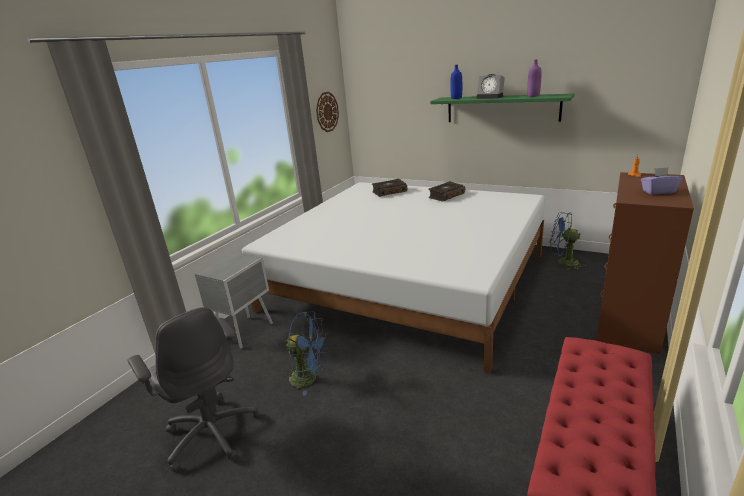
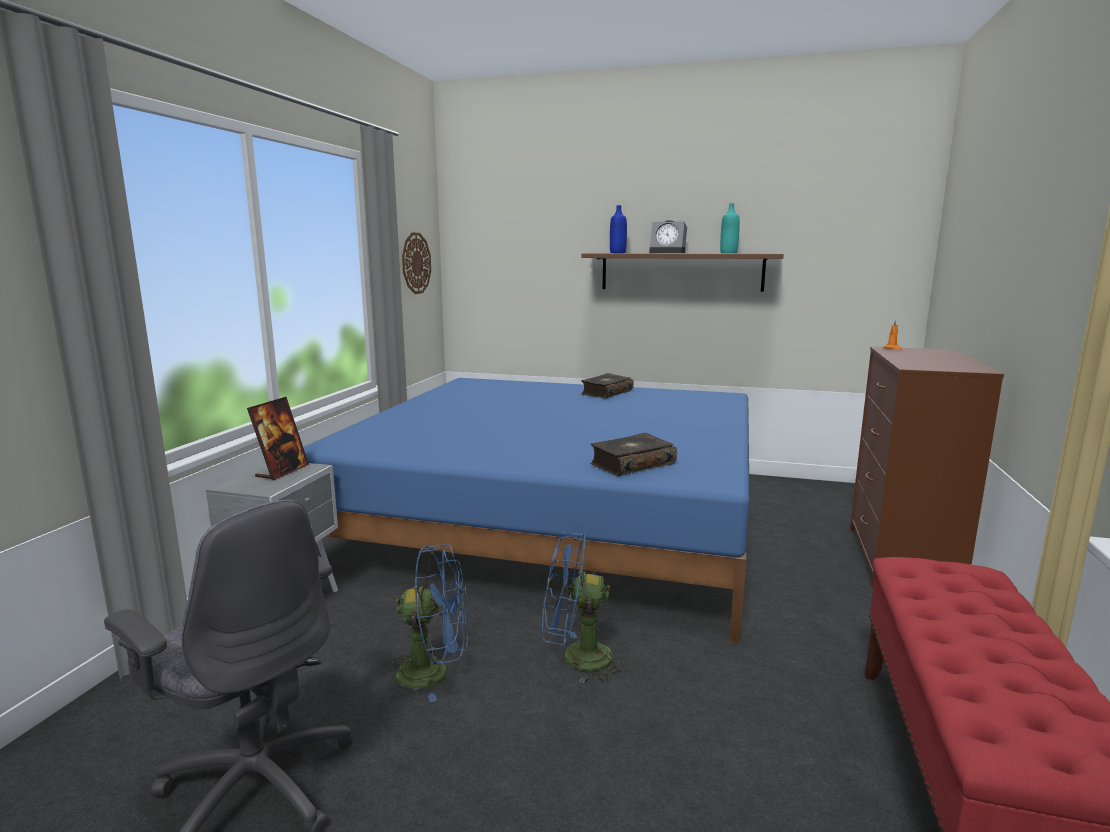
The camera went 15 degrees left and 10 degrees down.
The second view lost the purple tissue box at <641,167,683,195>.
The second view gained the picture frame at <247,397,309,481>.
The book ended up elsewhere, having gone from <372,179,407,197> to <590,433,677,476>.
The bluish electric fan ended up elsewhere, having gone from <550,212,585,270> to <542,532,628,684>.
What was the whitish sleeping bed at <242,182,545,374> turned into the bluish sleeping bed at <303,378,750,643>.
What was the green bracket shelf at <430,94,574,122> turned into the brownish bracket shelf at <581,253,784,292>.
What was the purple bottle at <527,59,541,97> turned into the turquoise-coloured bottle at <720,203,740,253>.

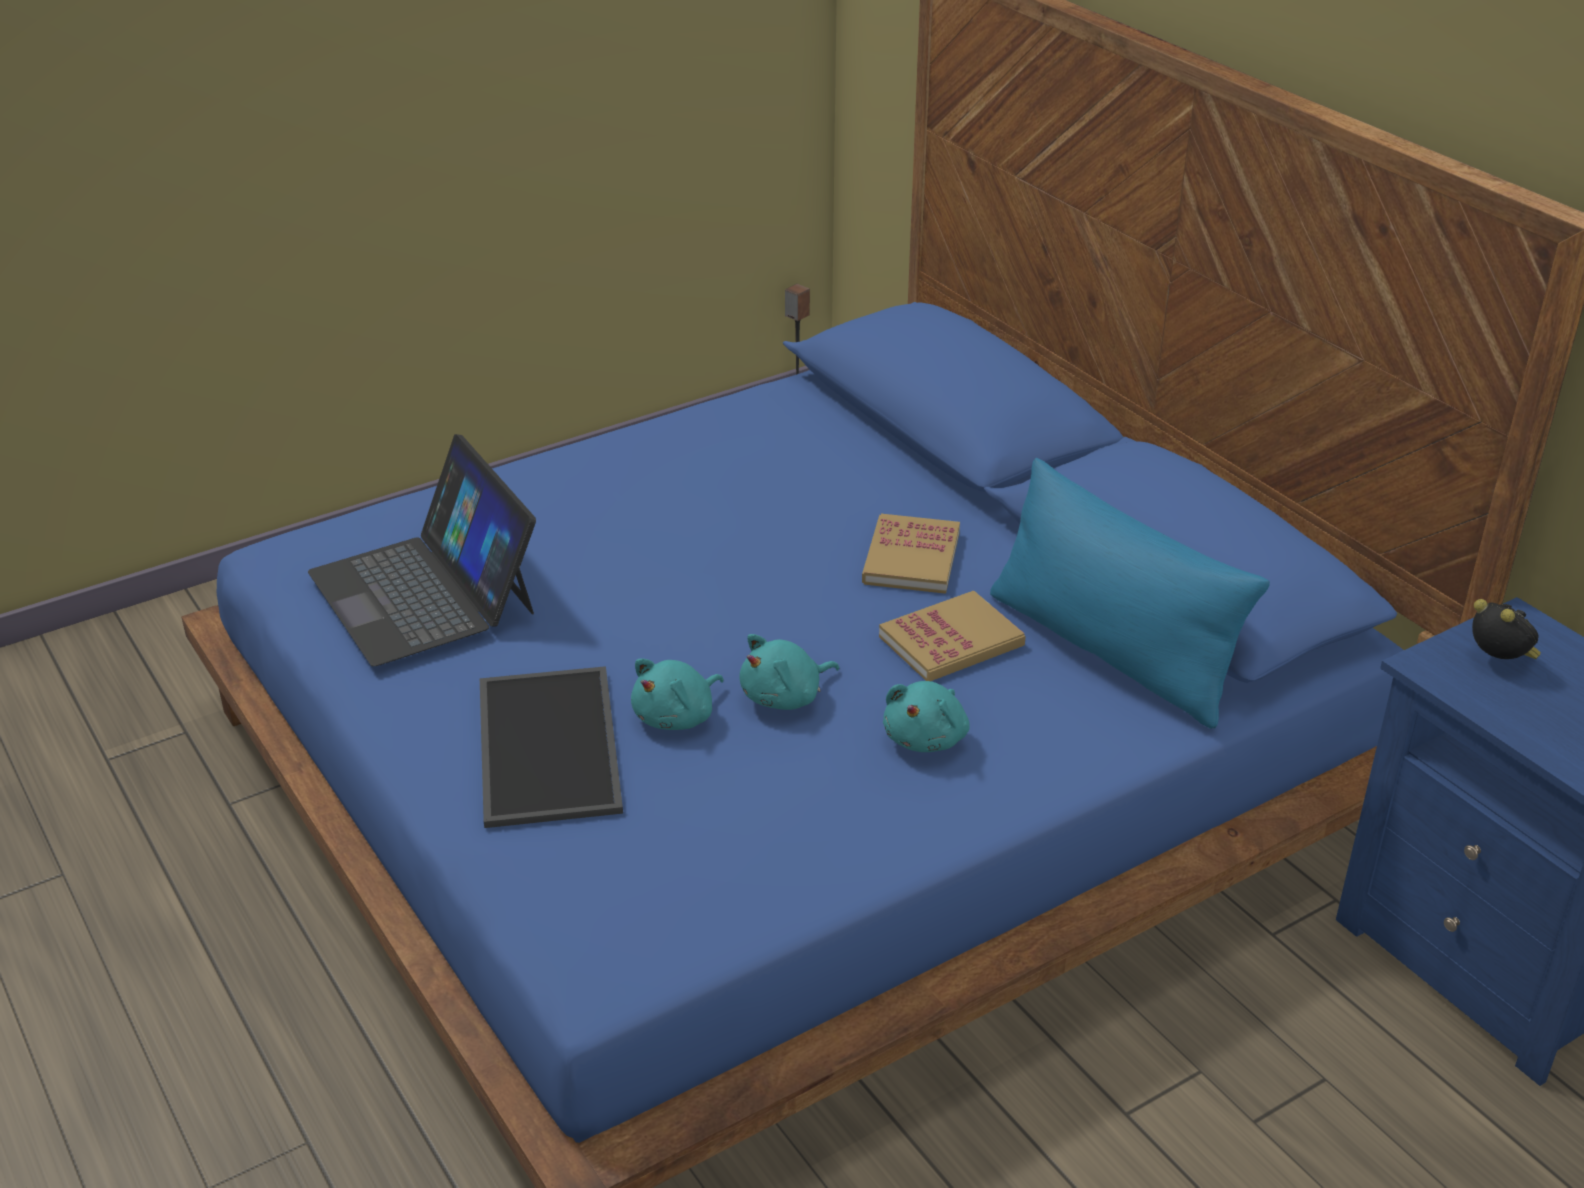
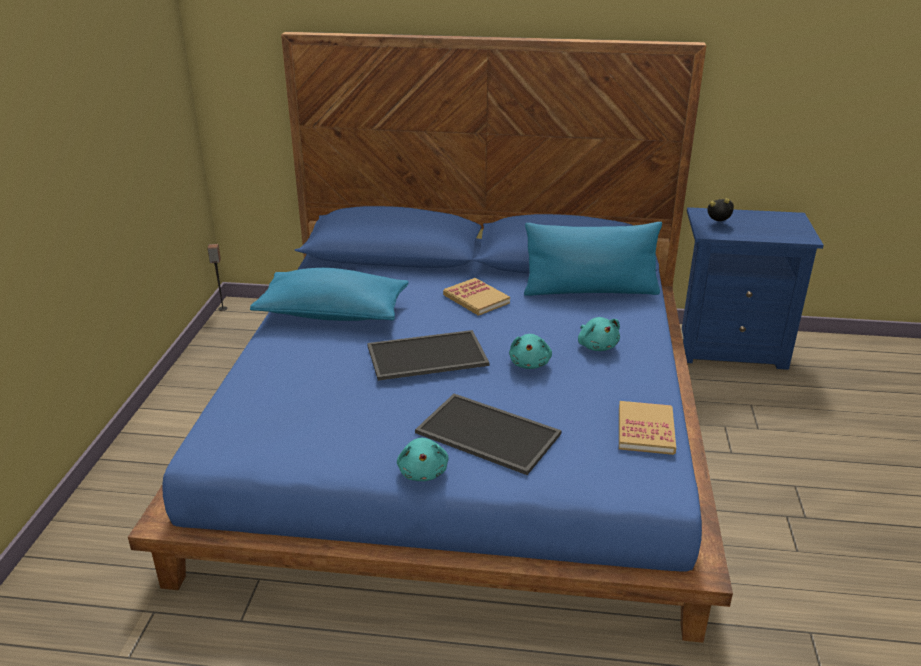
The camera went 50 degrees left and 5 degrees down.
The second view lost the notebook computer at <308,434,536,666>.
The second view gained the bluish throw pillow at <250,268,409,321>.
The second view gained the tray at <367,330,490,381>.
The turquoise-coloured plush toy ended up elsewhere, having gone from <631,658,724,730> to <397,438,449,481>.
The book ended up elsewhere, having gone from <879,591,1026,681> to <619,401,676,455>.

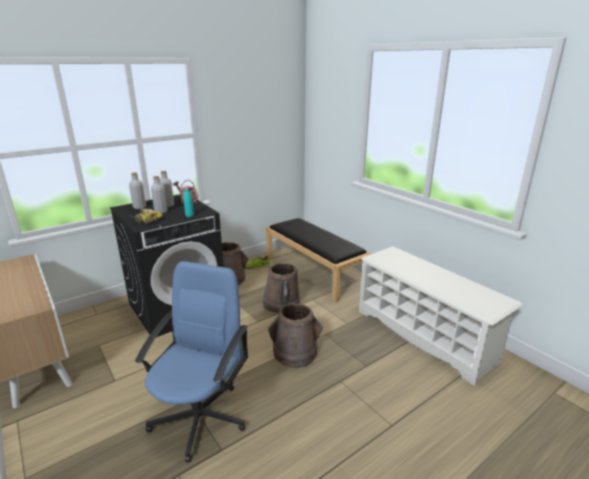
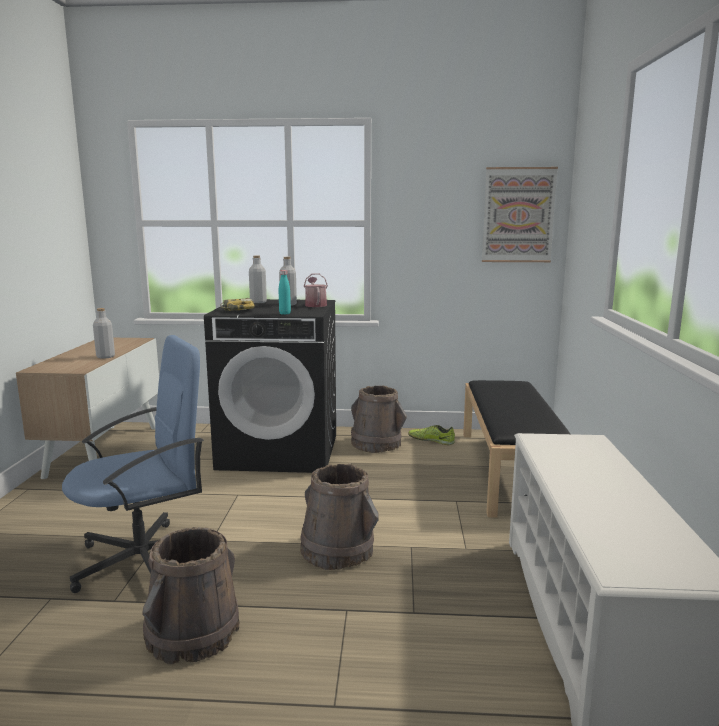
The camera went 40 degrees right and 10 degrees down.
The second view gained the wall picture at <482,167,558,262>.
The greyish bottle ended up elsewhere, having gone from <151,176,168,214> to <93,308,115,359>.
The brownish water bucket ended up elsewhere, having gone from <262,263,300,313> to <142,527,240,664>.

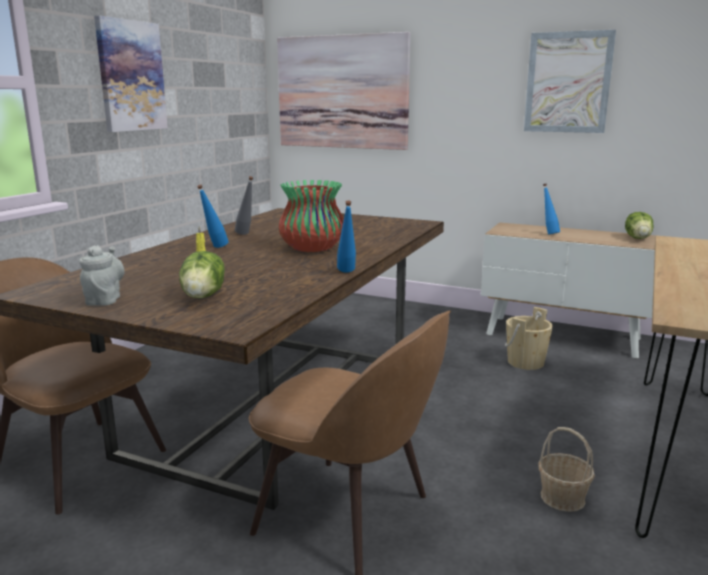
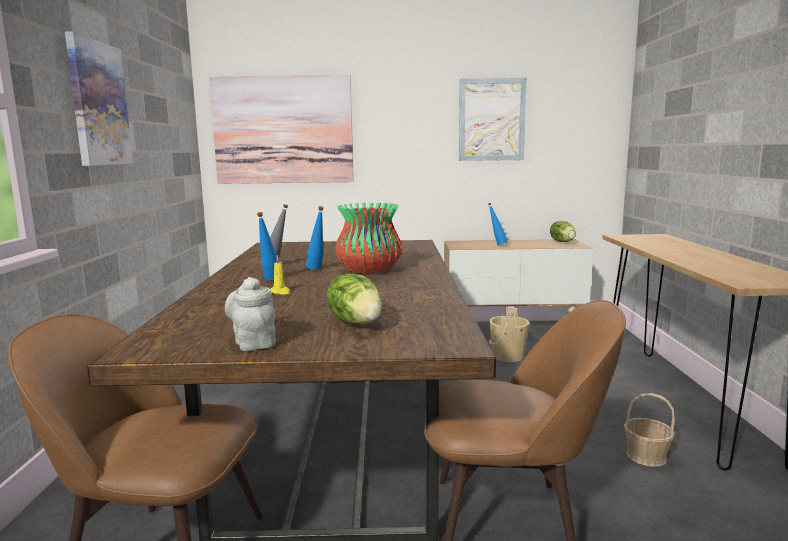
The camera went 25 degrees left and 5 degrees down.
The bluish bottle ended up elsewhere, having gone from <337,200,356,272> to <306,206,323,270>.

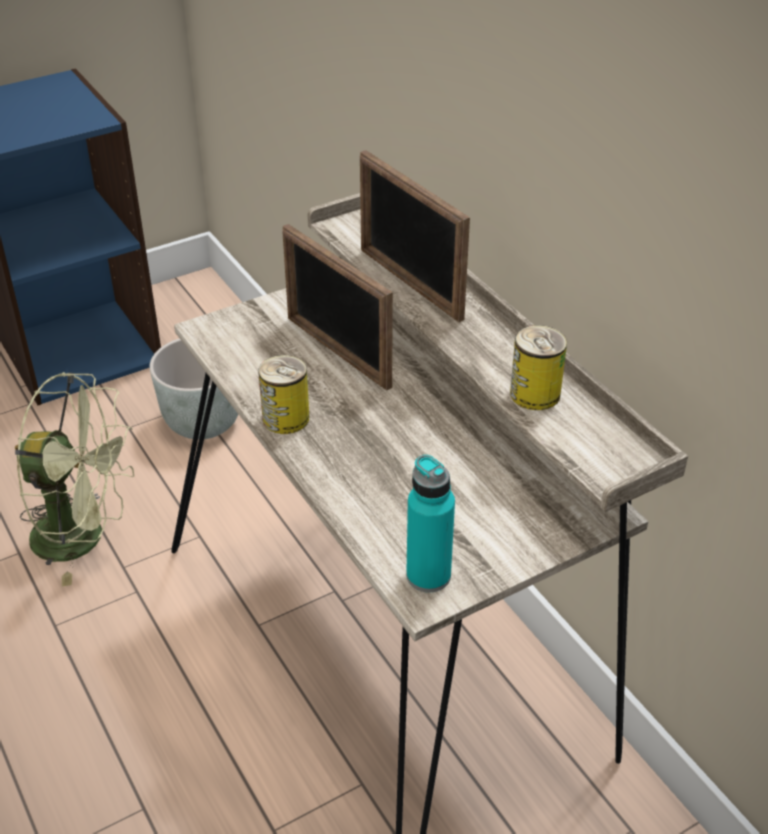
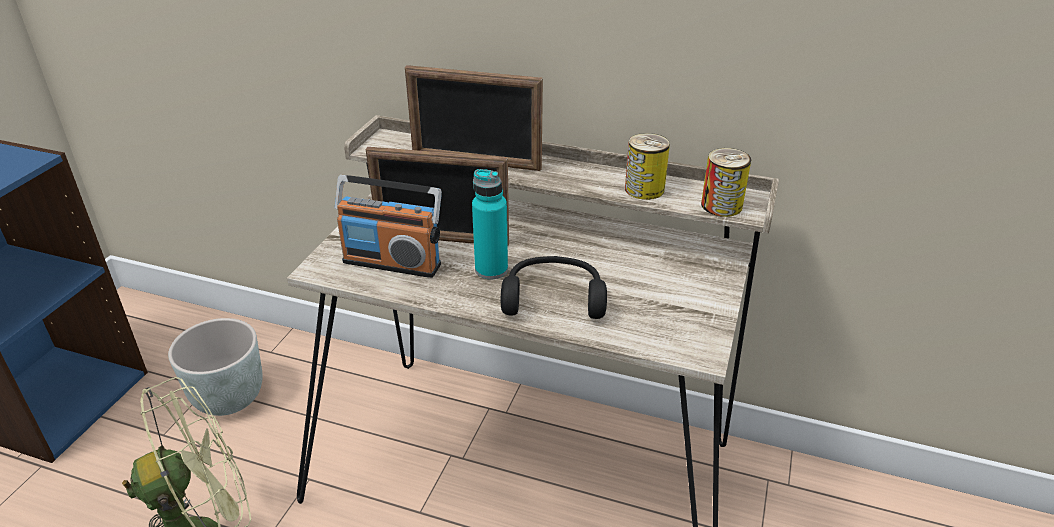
The camera went 40 degrees left and 5 degrees down.
The second view gained the radio set at <334,175,442,278>.
The second view gained the black pair of headphones at <501,256,607,319>.
The metal can ended up elsewhere, having gone from <258,355,309,434> to <701,148,751,217>.
The turquoise-coloured bottle ended up elsewhere, having gone from <406,455,455,592> to <472,169,508,279>.

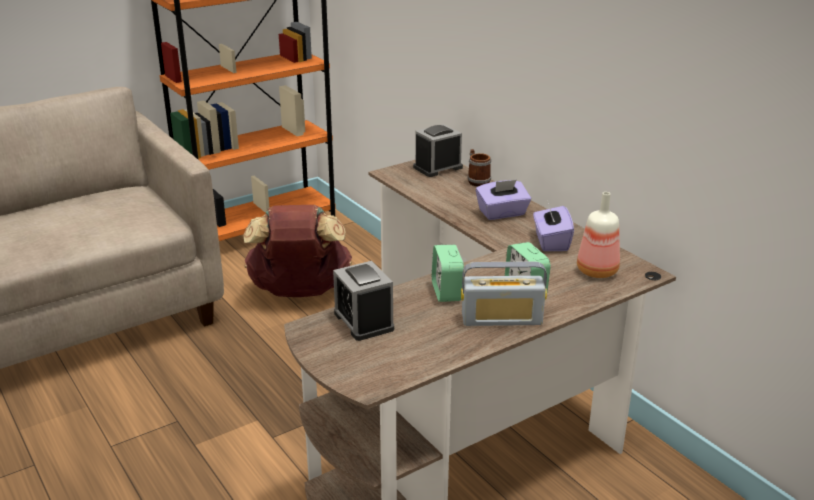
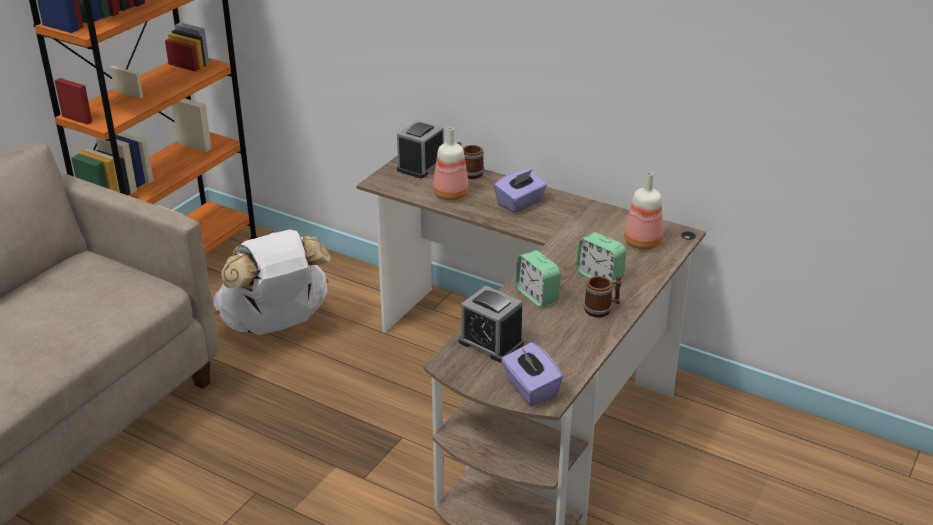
The camera went 25 degrees left and 5 degrees up.
The second view gained the bottle at <433,127,469,200>.
The purple tissue box ended up elsewhere, having gone from <533,202,574,251> to <501,342,563,406>.
Where the radio set stood at <461,261,547,326>, the mug came to stand at <583,275,622,317>.
What was the brownish knapsack at <244,205,352,297> turned into the whitish knapsack at <214,229,331,335>.

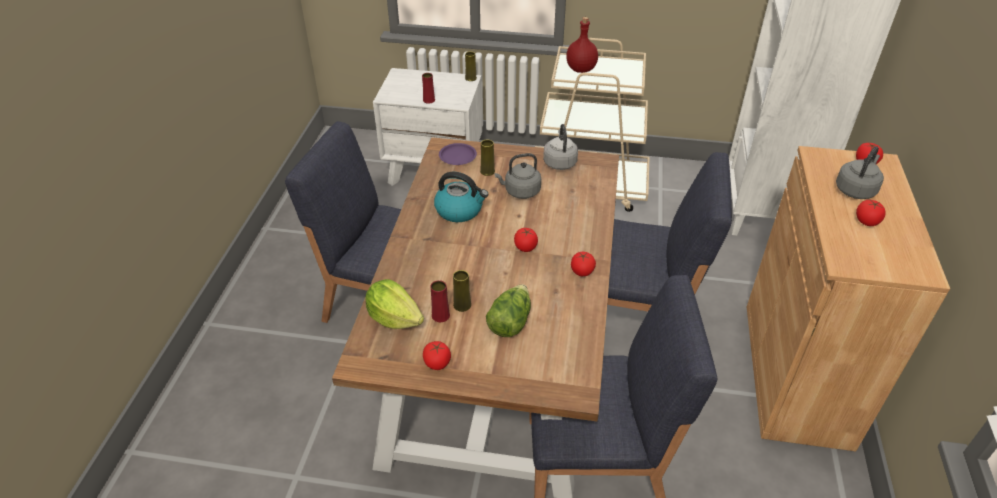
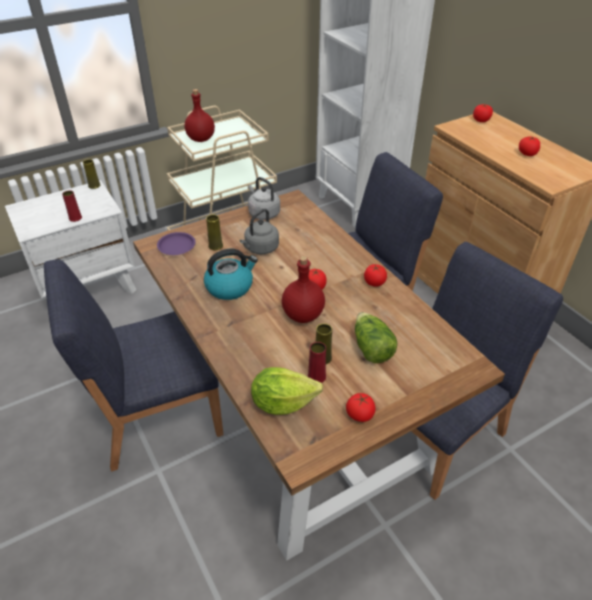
The camera went 40 degrees left and 0 degrees up.
The second view lost the greyish tea kettle at <836,146,884,199>.
The second view gained the red-coloured bottle at <282,256,325,323>.

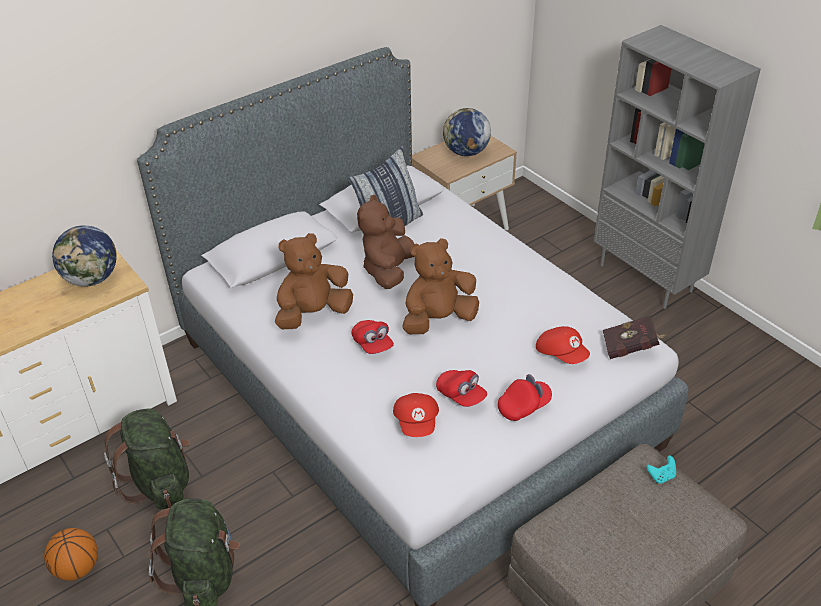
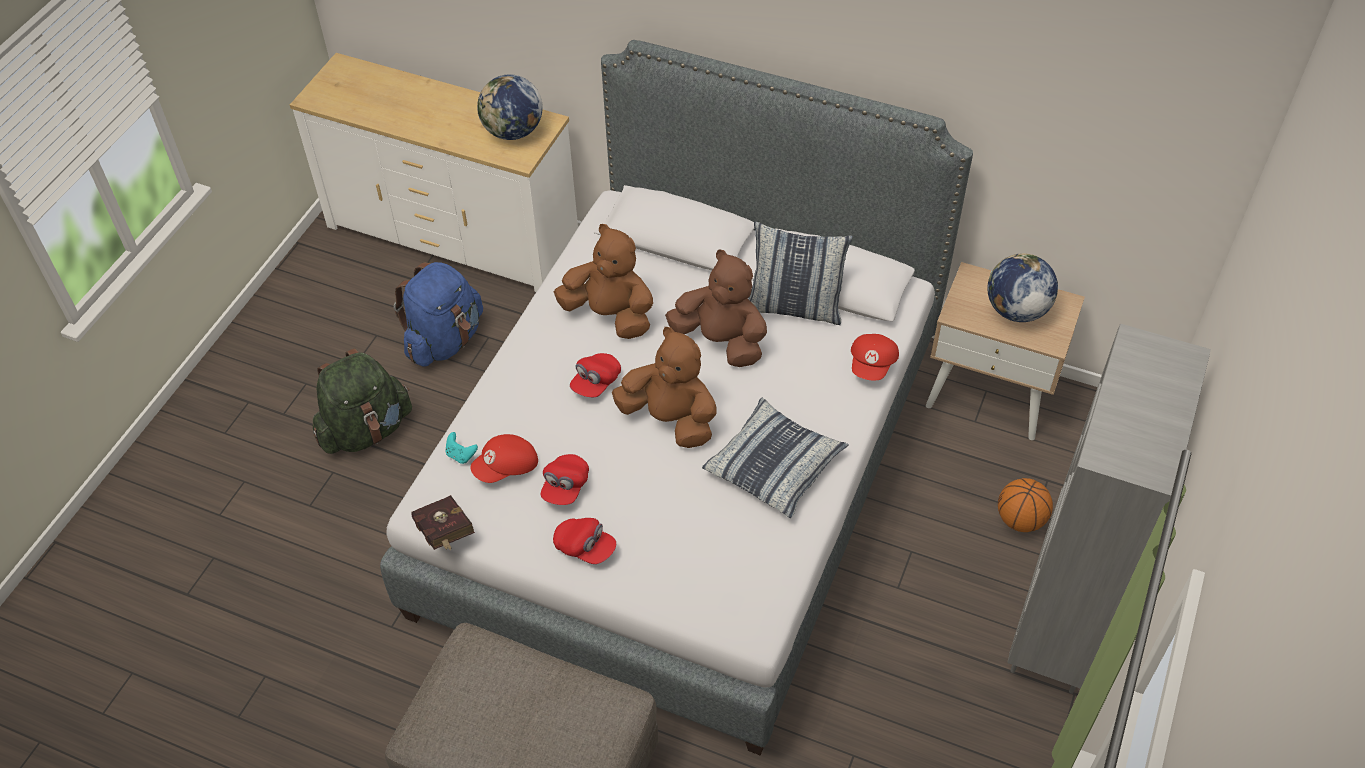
The camera went 60 degrees right and 10 degrees up.
The second view gained the throw pillow at <702,397,849,518>.
The basketball ended up elsewhere, having gone from <44,528,98,581> to <998,478,1053,532>.
The red-coloured peaked cap ended up elsewhere, having gone from <536,326,590,364> to <851,334,899,381>.
The red-coloured book ended up elsewhere, having gone from <603,315,666,359> to <411,495,475,550>.
The turquoise-coloured gamepad ended up elsewhere, having gone from <647,456,676,483> to <446,432,478,464>.
What was the green knapsack at <104,409,190,510> turned into the bluish knapsack at <394,262,483,366>.
The brownish plush toy at <357,194,414,289> ended up facing another way, 45 degrees clockwise from before.

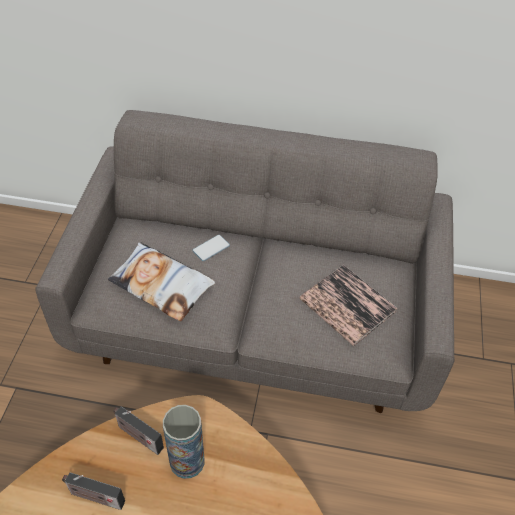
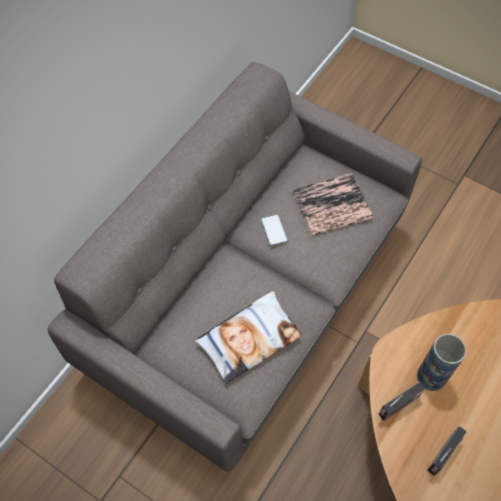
The camera went 65 degrees left and 10 degrees up.
The telephone ended up elsewhere, having gone from <192,235,230,261> to <261,215,288,246>.

